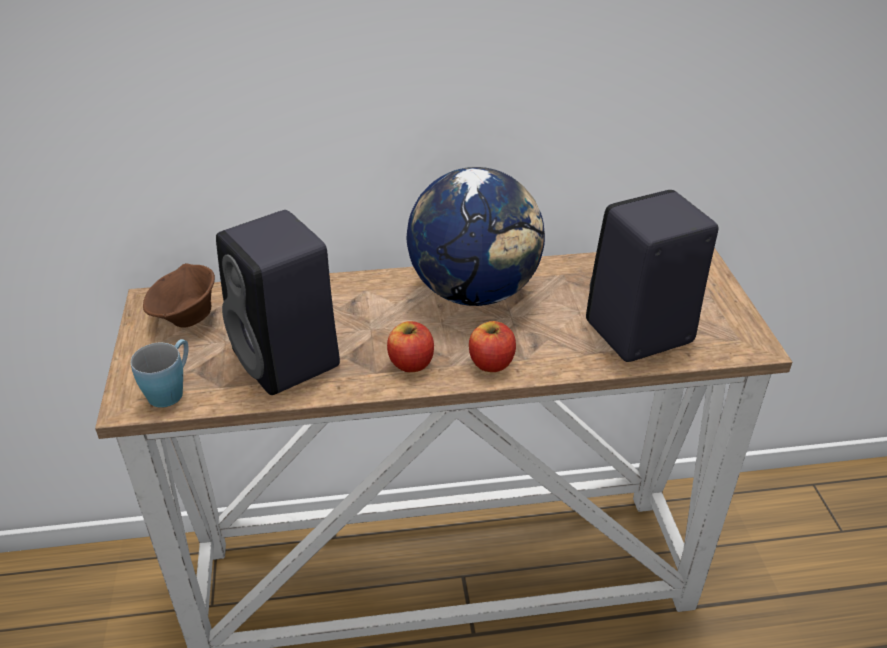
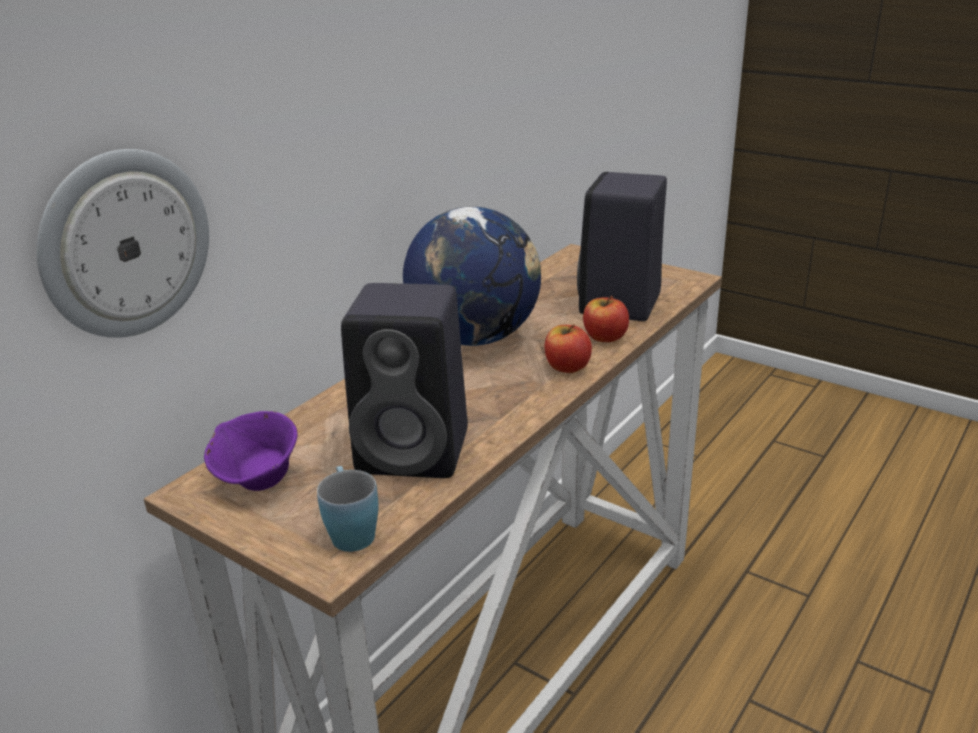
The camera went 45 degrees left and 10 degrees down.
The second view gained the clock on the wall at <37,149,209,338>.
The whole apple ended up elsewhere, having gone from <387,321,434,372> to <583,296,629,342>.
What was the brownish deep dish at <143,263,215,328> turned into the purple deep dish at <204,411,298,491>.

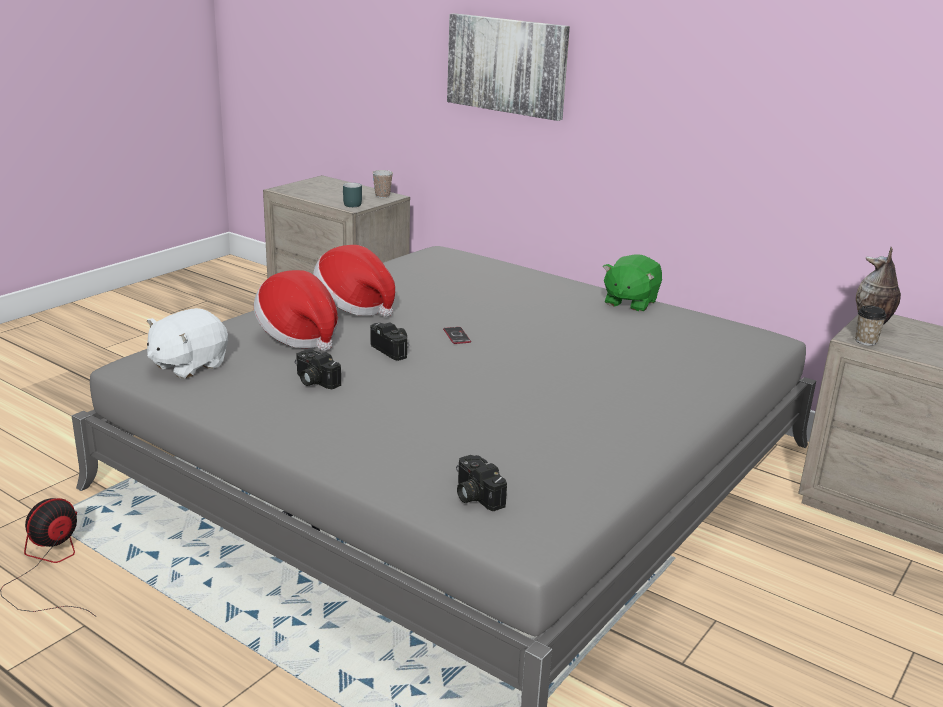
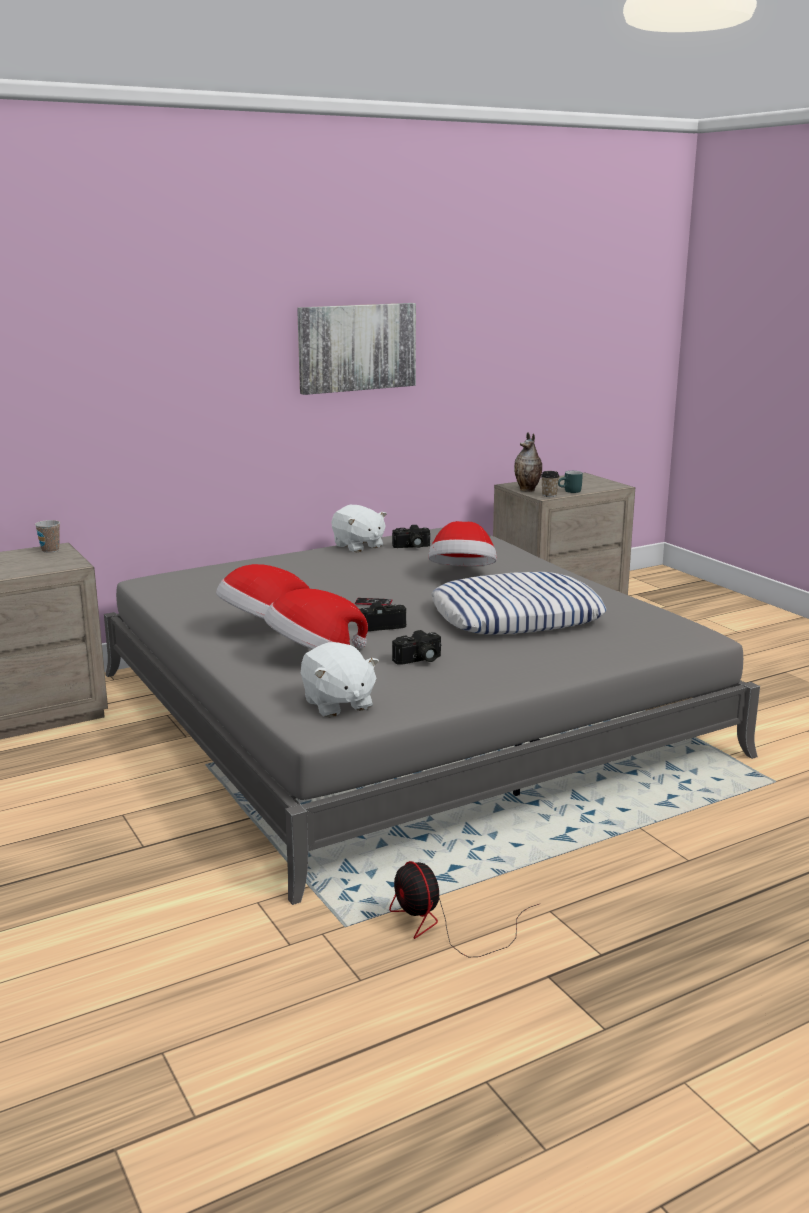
The camera went 65 degrees left and 5 degrees down.
The second view gained the clothing hat at <428,521,497,566>.
The second view gained the throw pillow at <432,572,606,635>.
The turquoise-coloured mug ended up elsewhere, having gone from <343,183,362,207> to <558,471,583,493>.
The wall picture ended up elsewhere, having gone from <447,13,570,121> to <297,303,416,395>.
The still camera ended up elsewhere, having gone from <456,455,507,511> to <392,525,430,548>.
What was the green plush toy at <603,255,662,312> turned into the whitish plush toy at <331,505,387,552>.

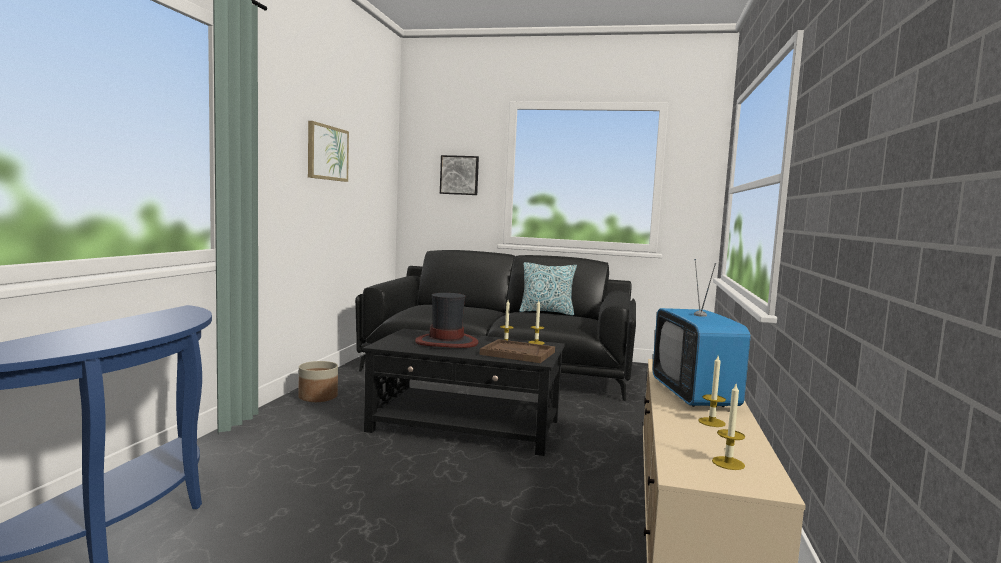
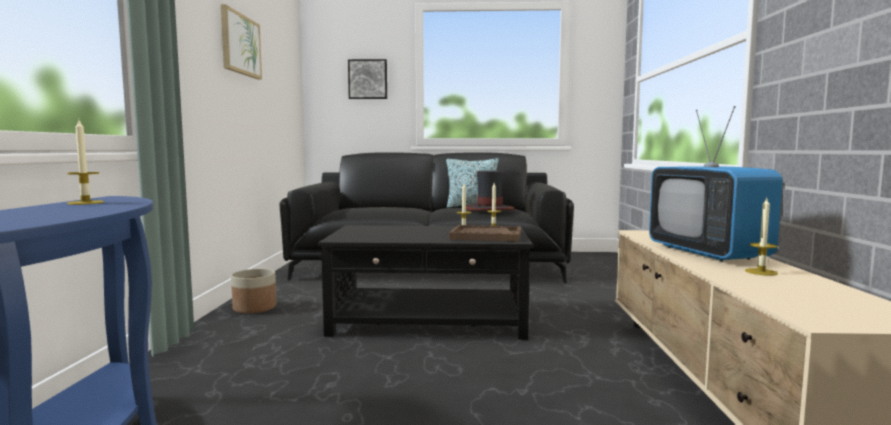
The camera went 10 degrees left and 0 degrees up.
The clothing hat ended up elsewhere, having gone from <415,293,478,348> to <466,170,515,211>.
The wax candle ended up elsewhere, having gone from <712,384,745,470> to <67,120,104,205>.

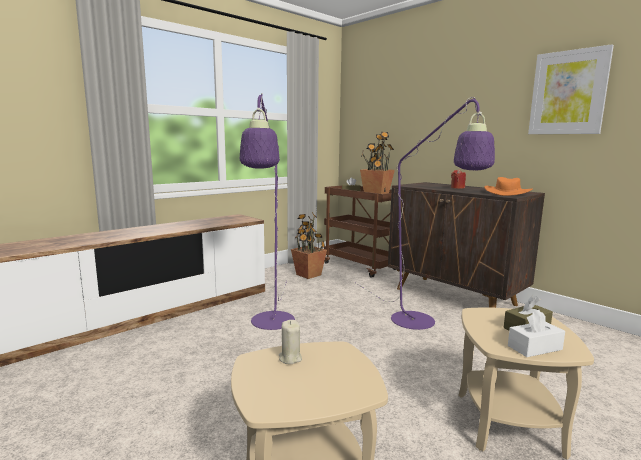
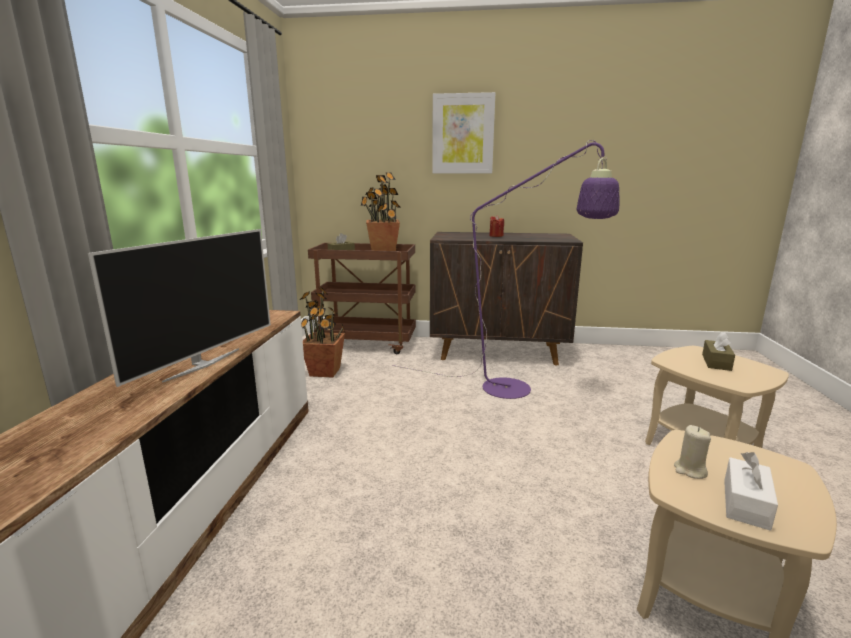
The camera went 40 degrees left and 5 degrees up.
The second view lost the purple floor lamp at <240,93,295,330>.
The second view lost the orange clothing hat at <484,177,533,196>.
The second view gained the TV at <88,229,271,387>.
The whitish tissue box ended up elsewhere, having gone from <508,310,565,357> to <724,452,778,531>.
The wall picture ended up elsewhere, having gone from <528,44,614,134> to <432,92,495,173>.

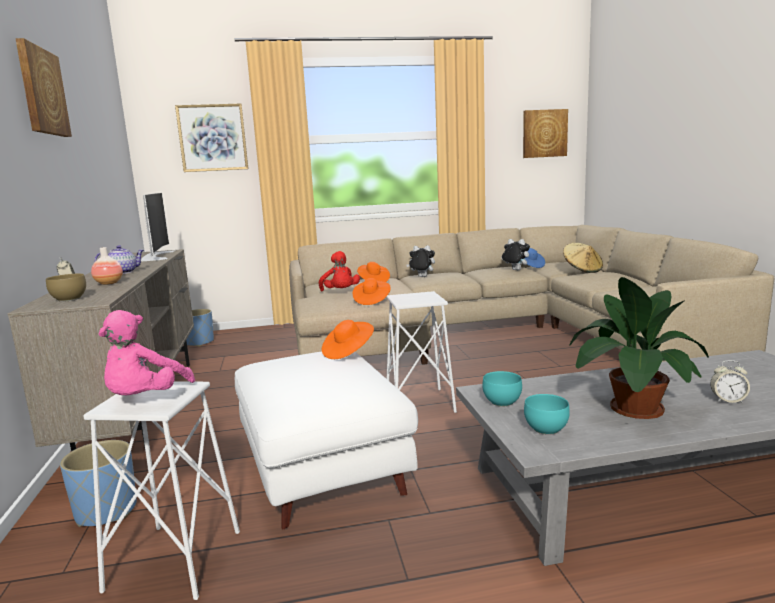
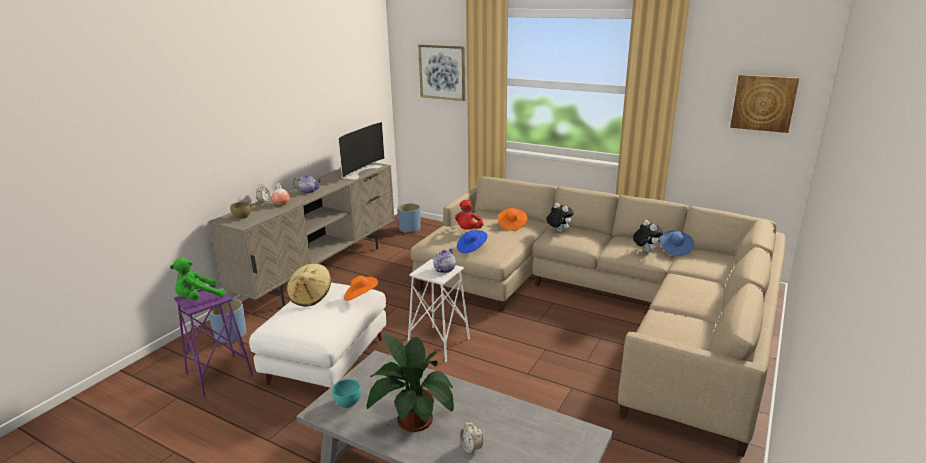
The camera went 40 degrees right and 10 degrees up.
The second view lost the wall picture at <15,38,72,137>.
The second view lost the turquoise-coloured deep dish at <482,371,522,407>.
The second view gained the tea pot at <433,248,456,273>.
The beige clothing hat ended up elsewhere, having gone from <563,243,603,273> to <287,263,331,307>.
What was the whitish sitting stool at <84,381,240,600> turned into the purple sitting stool at <174,285,253,398>.
What was the pinkish plush toy at <99,310,195,396> turned into the green plush toy at <170,257,226,300>.
What was the orange clothing hat at <353,278,391,305> turned into the bluish clothing hat at <457,230,487,253>.

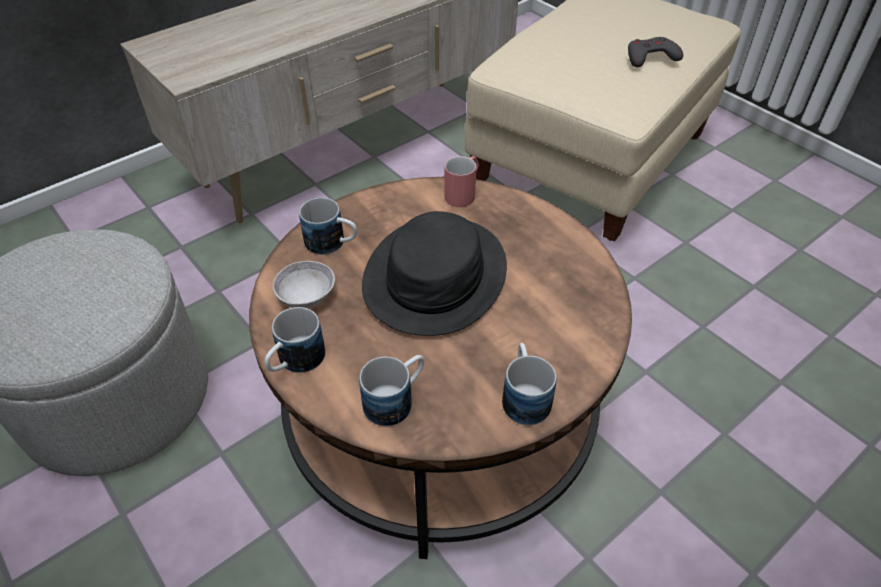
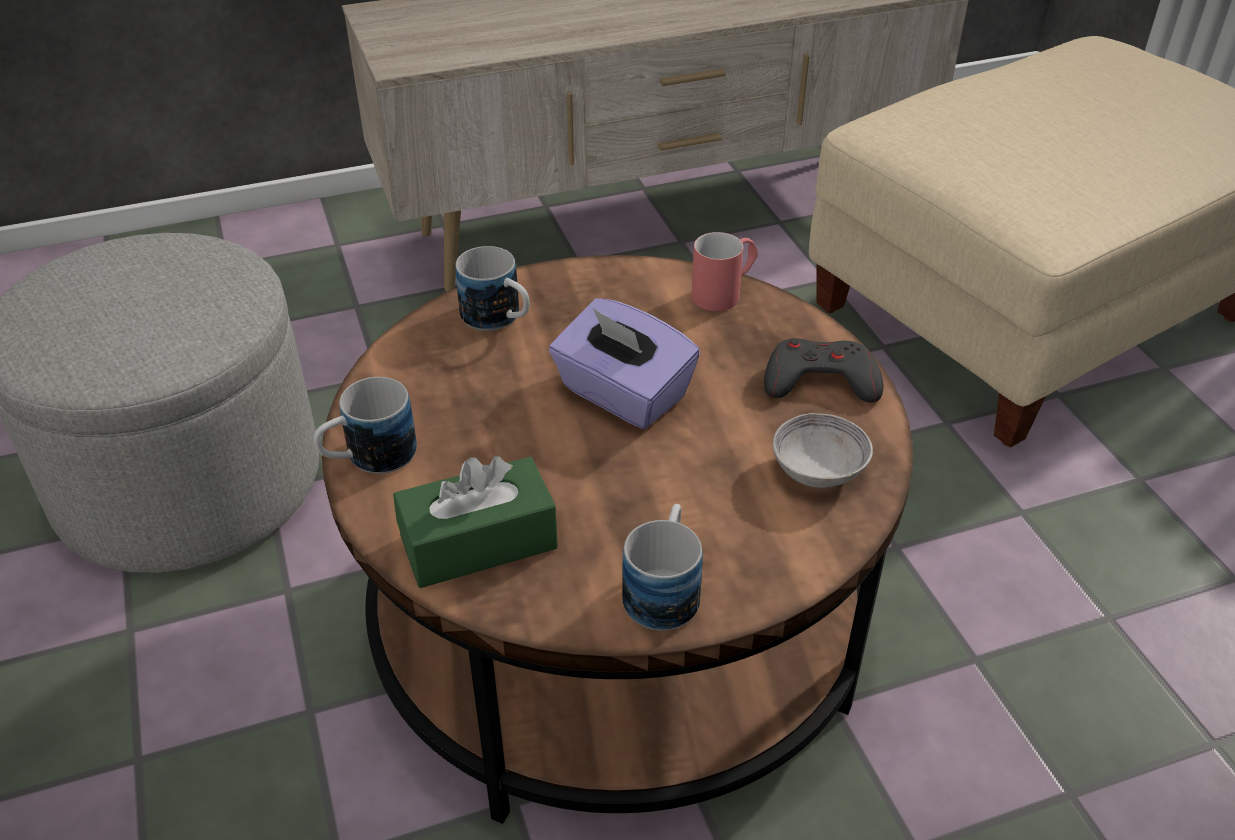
The camera went 20 degrees right and 5 degrees down.
The greyish deep dish ended up elsewhere, having gone from <273,261,335,308> to <773,413,873,488>.
The greyish gamepad ended up elsewhere, having gone from <628,37,683,67> to <764,338,883,402>.
Where the mug stood at <359,355,424,426>, the green tissue box came to stand at <393,456,558,588>.
Where the black clothing hat stood at <362,211,507,336>, the purple tissue box came to stand at <549,298,700,429>.

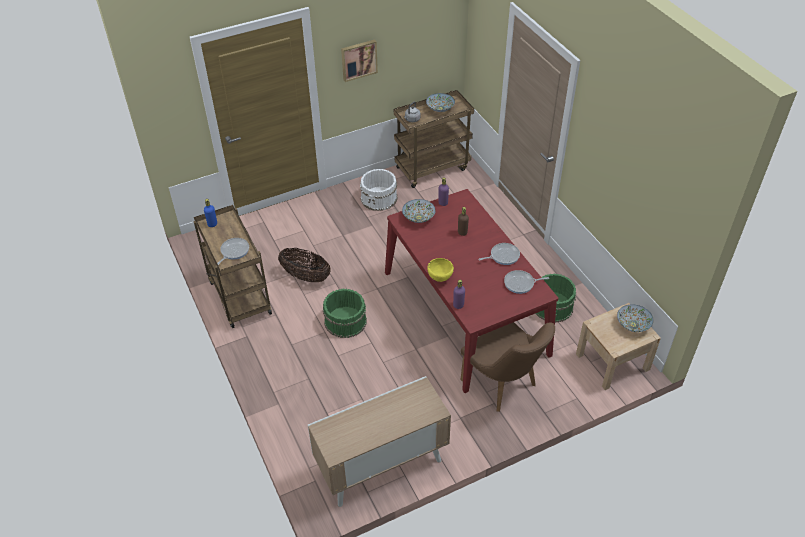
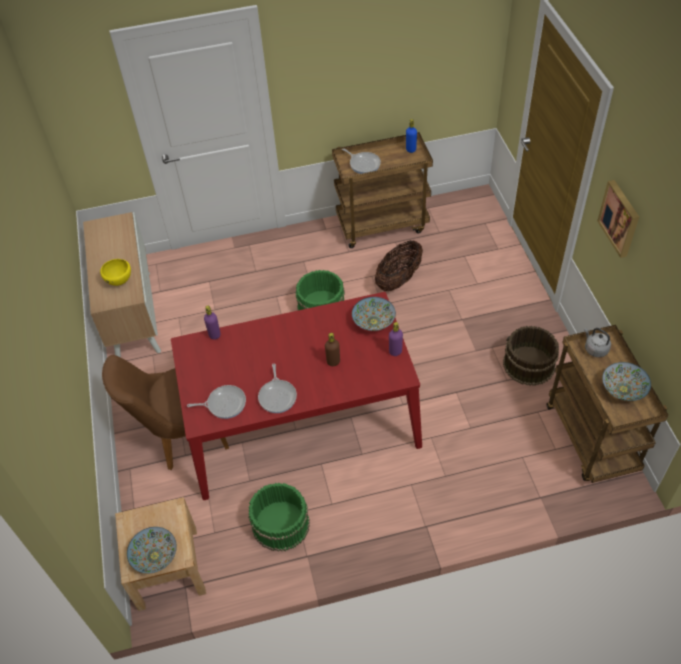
The camera went 105 degrees right and 5 degrees up.
The yellow-coloured deep dish ended up elsewhere, having gone from <427,258,454,282> to <100,259,131,286>.
What was the whitish water bucket at <360,169,397,211> turned into the brownish water bucket at <503,326,559,386>.
The skillet at <504,270,549,294> ended up facing another way, 75 degrees clockwise from before.

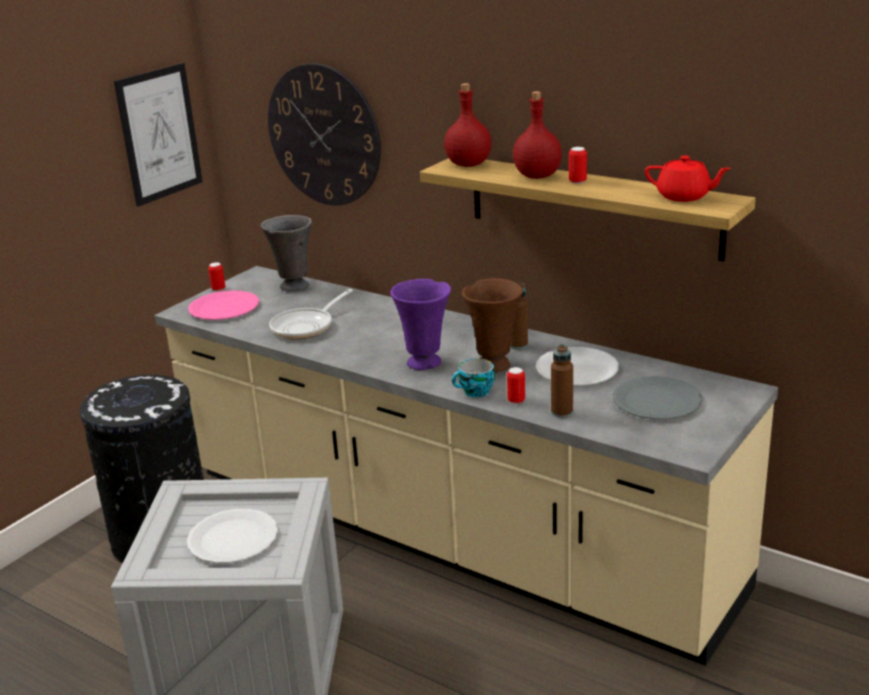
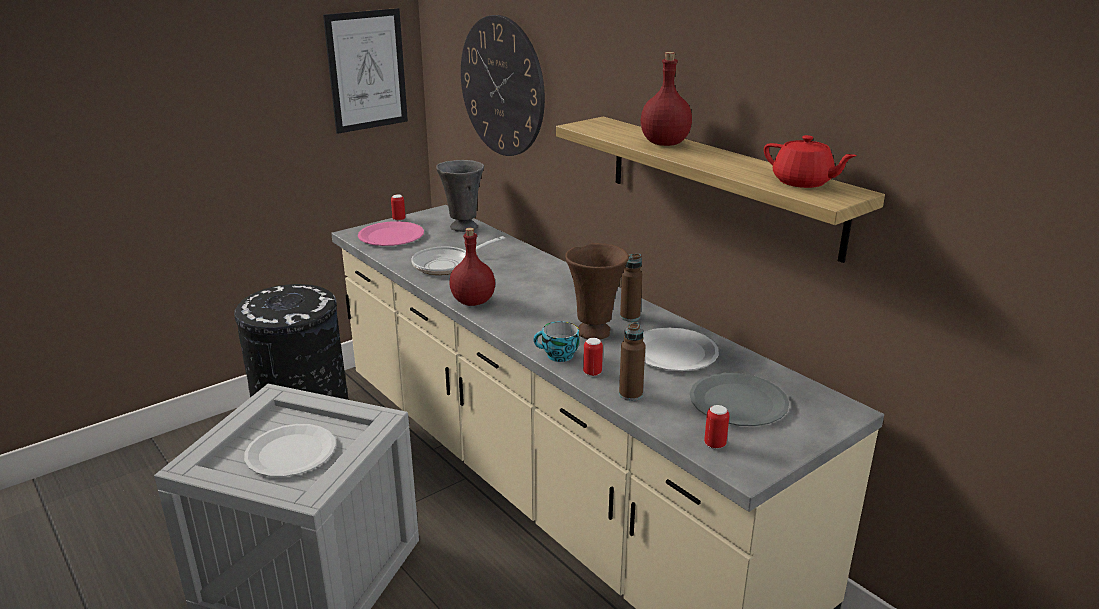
The camera went 15 degrees right and 0 degrees up.
The second view lost the purple vase at <390,279,451,370>.
The red-coloured bottle ended up elsewhere, having gone from <444,83,492,167> to <449,228,495,306>.
The metal can ended up elsewhere, having gone from <569,147,587,184> to <704,405,729,449>.

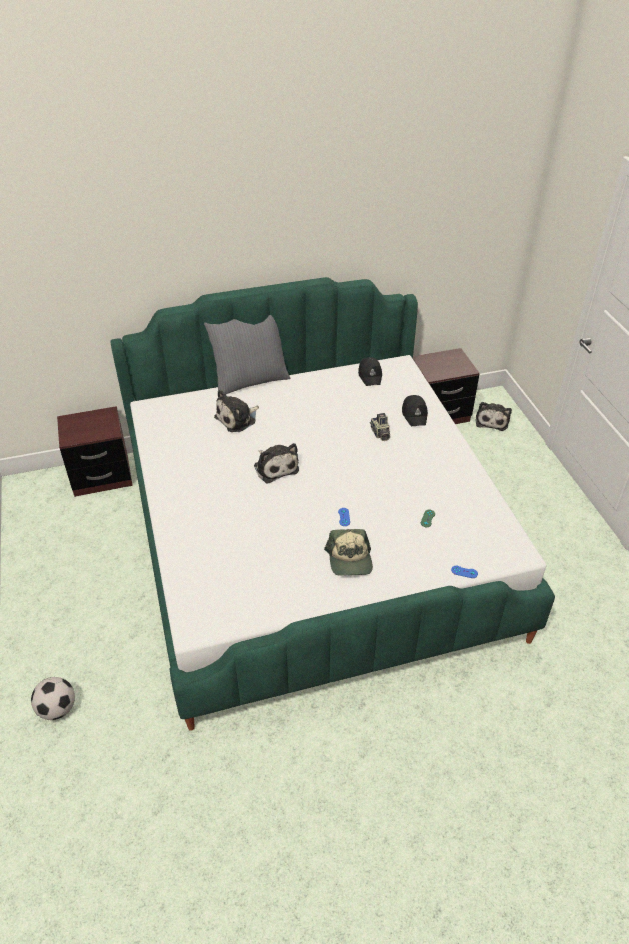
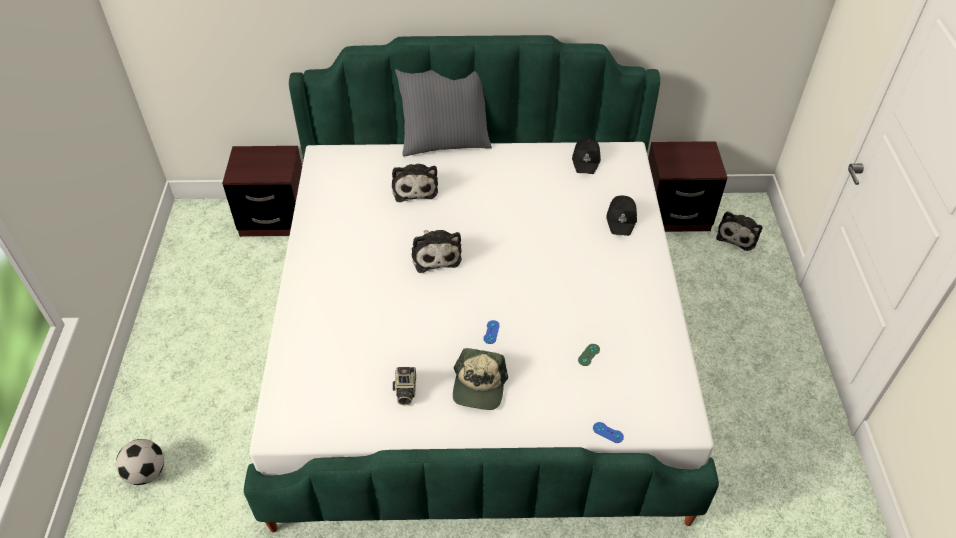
The camera went 15 degrees right and 5 degrees up.
The still camera ended up elsewhere, having gone from <370,413,391,441> to <393,367,416,405>.
The plush toy at <214,390,259,432> ended up facing another way, 75 degrees counterclockwise from before.

